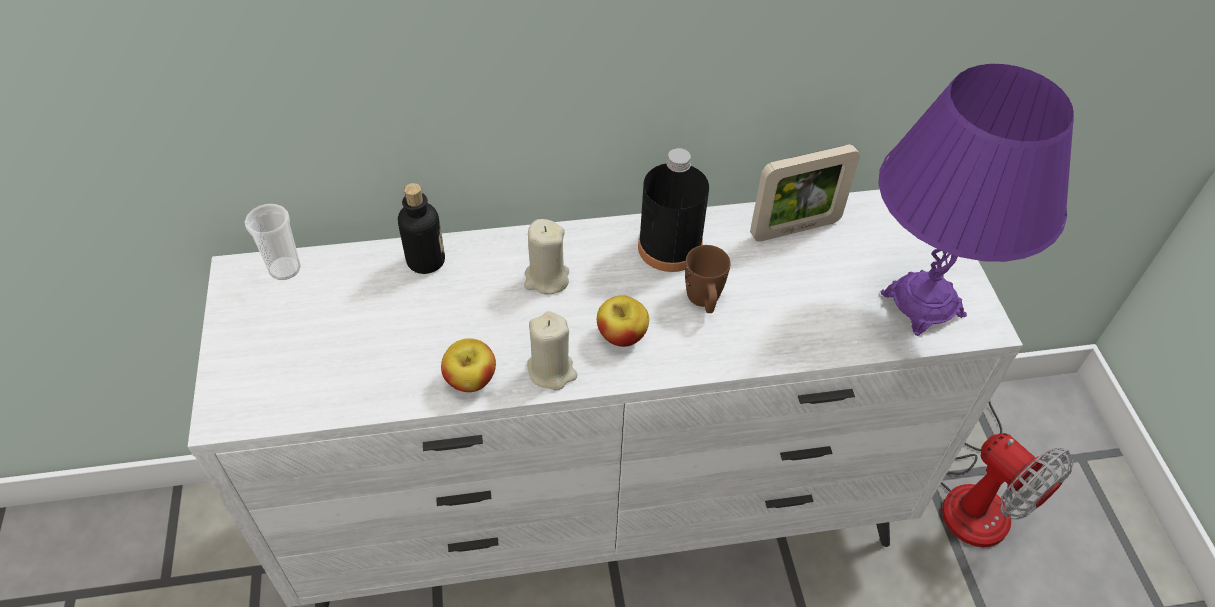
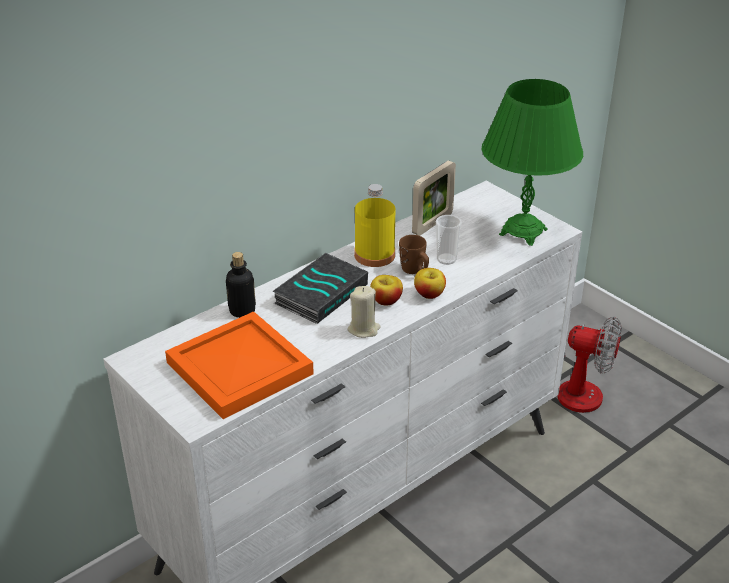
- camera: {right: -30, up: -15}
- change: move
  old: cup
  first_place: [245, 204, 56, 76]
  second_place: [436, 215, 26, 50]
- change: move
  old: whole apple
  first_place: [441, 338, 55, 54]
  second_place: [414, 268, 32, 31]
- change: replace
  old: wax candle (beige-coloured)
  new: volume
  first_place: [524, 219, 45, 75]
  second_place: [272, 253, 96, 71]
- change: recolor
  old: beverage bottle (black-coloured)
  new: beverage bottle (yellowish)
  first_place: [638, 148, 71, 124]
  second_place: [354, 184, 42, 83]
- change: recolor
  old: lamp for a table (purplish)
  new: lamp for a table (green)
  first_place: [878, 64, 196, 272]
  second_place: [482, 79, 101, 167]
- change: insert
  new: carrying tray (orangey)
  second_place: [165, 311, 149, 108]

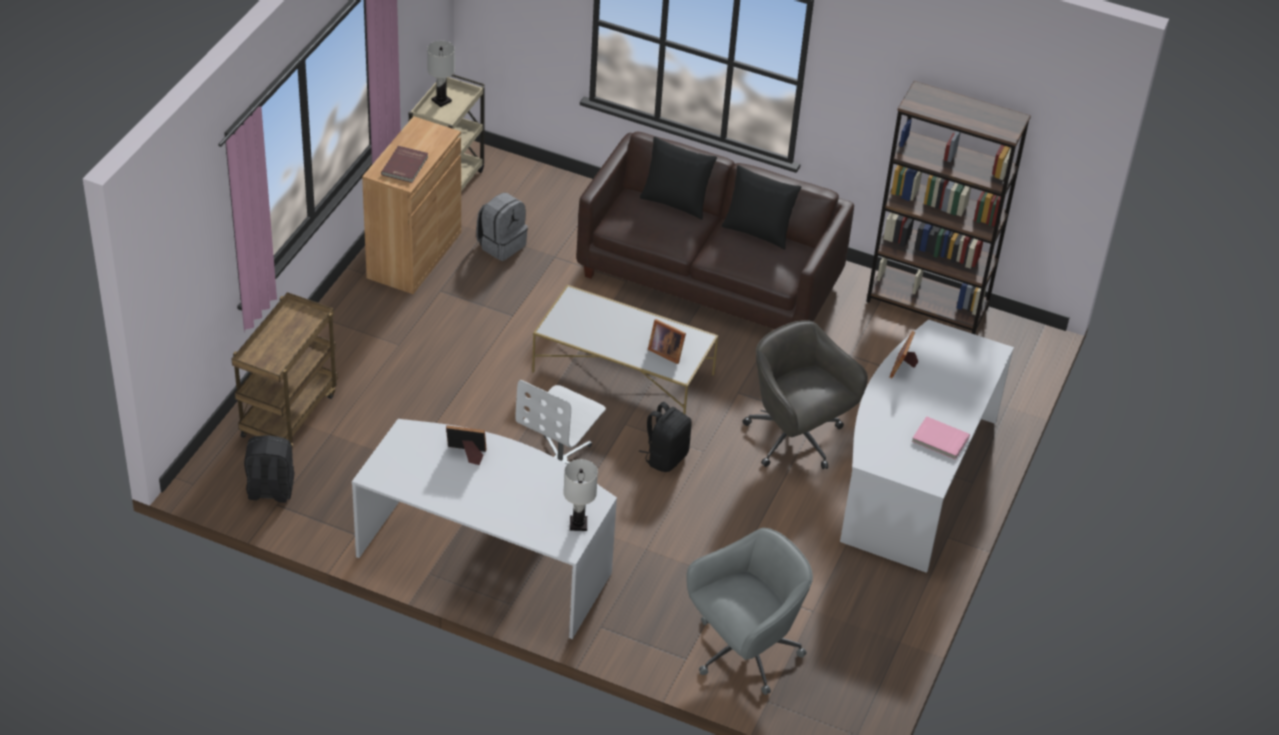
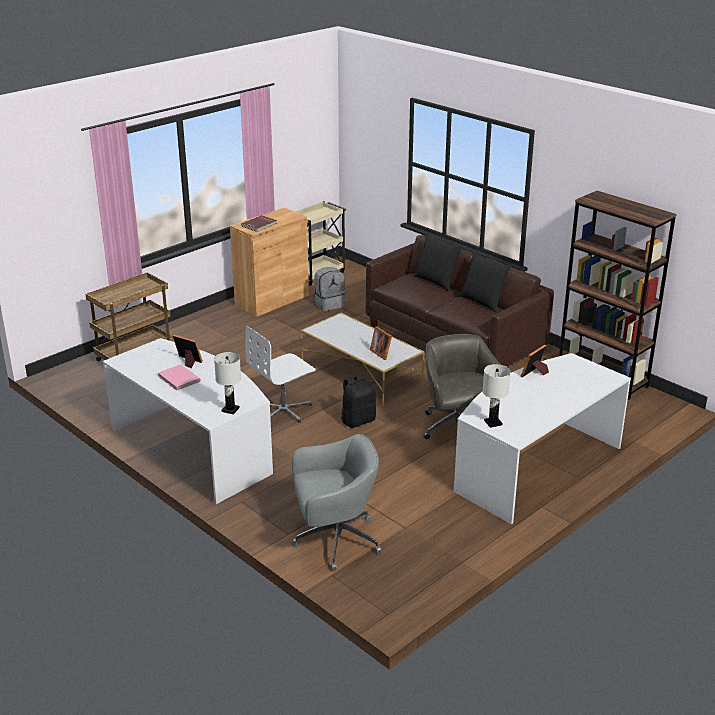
- camera: {right: 25, up: -15}
- change: delete
  old: knapsack (black-coloured)
  first_place: [244, 435, 51, 68]
- change: move
  old: lamp for a table (white-coloured)
  first_place: [427, 40, 28, 67]
  second_place: [483, 364, 27, 64]
- change: move
  old: volume (pink-coloured)
  first_place: [912, 416, 58, 44]
  second_place: [158, 364, 43, 27]

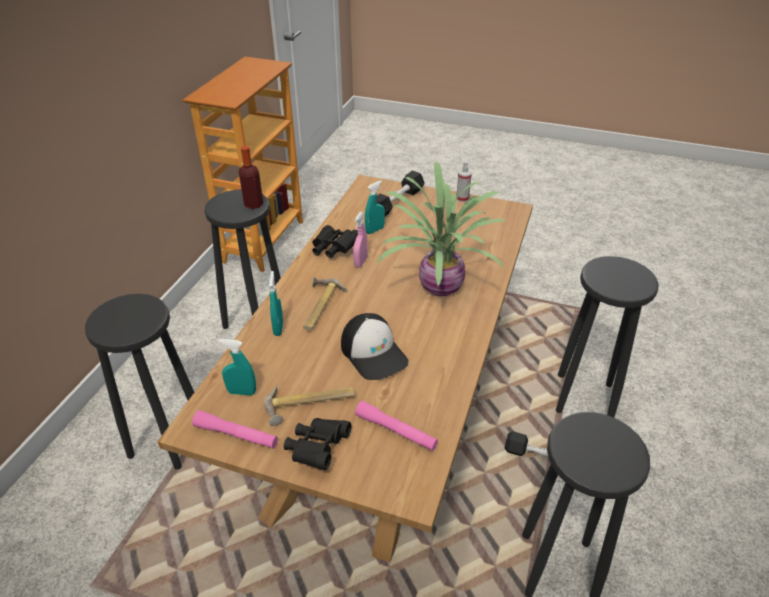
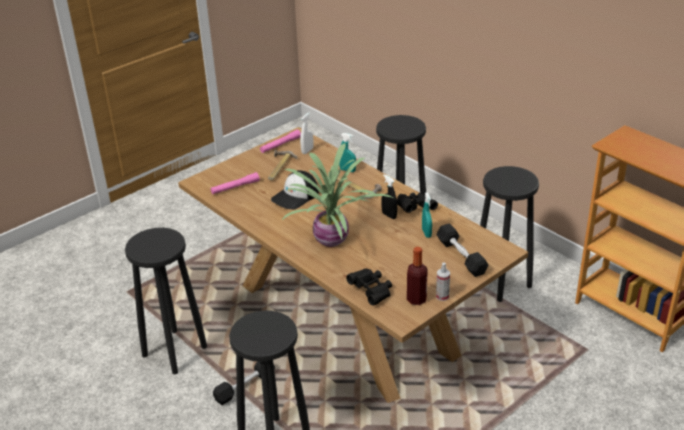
- camera: {right: 120, up: -5}
- change: recolor
  old: spray bottle (turquoise)
  new: spray bottle (white-coloured)
  first_place: [218, 339, 38, 56]
  second_place: [300, 112, 14, 42]
- change: move
  old: beverage bottle
  first_place: [239, 146, 24, 63]
  second_place: [407, 247, 21, 58]
- change: move
  old: binoculars (black-coloured)
  first_place: [284, 418, 67, 52]
  second_place: [346, 268, 46, 38]
- change: rotate
  old: peaked cap
  first_place: [341, 313, 68, 67]
  second_place: [271, 170, 47, 39]
  degrees: -45
- change: recolor
  old: spray bottle (pink-coloured)
  new: spray bottle (black-coloured)
  first_place: [353, 212, 15, 56]
  second_place: [381, 174, 16, 45]

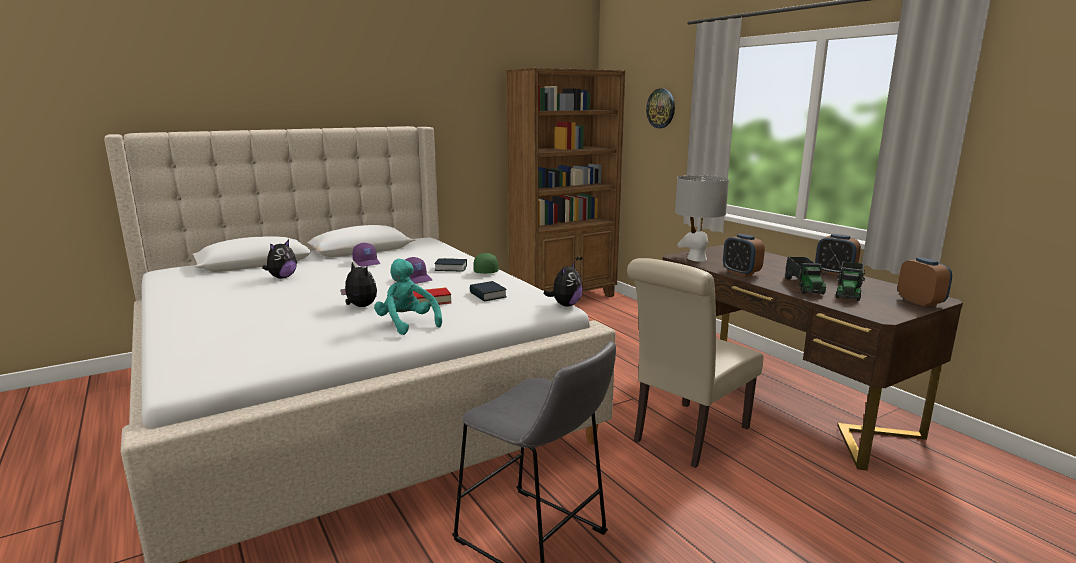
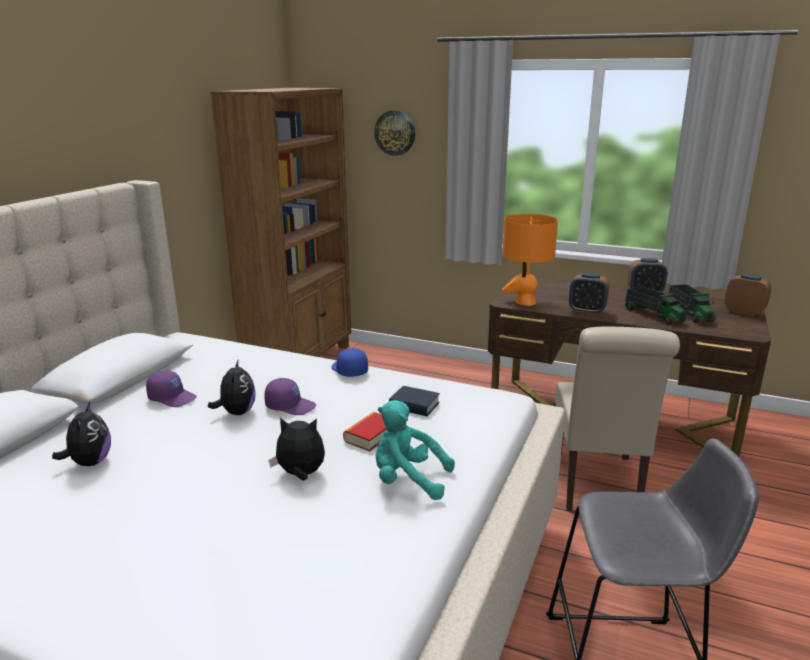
- camera: {right: -35, up: 5}
- change: delete
  old: volume
  first_place: [434, 258, 33, 14]
- change: recolor
  old: peaked cap (green)
  new: peaked cap (bluish)
  first_place: [473, 253, 26, 21]
  second_place: [332, 348, 36, 29]
- change: move
  old: soft toy
  first_place: [544, 262, 39, 44]
  second_place: [208, 359, 48, 56]
- change: recolor
  old: lamp for a table (gray)
  new: lamp for a table (orangey)
  first_place: [675, 175, 54, 86]
  second_place: [502, 214, 56, 92]

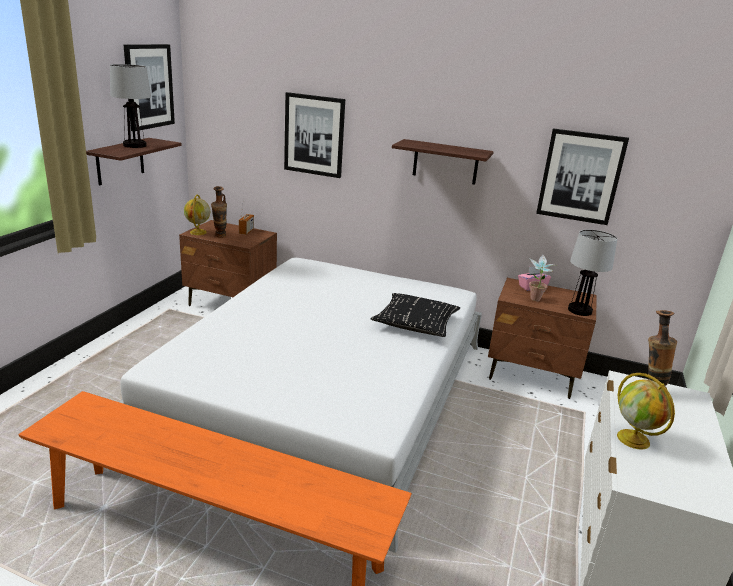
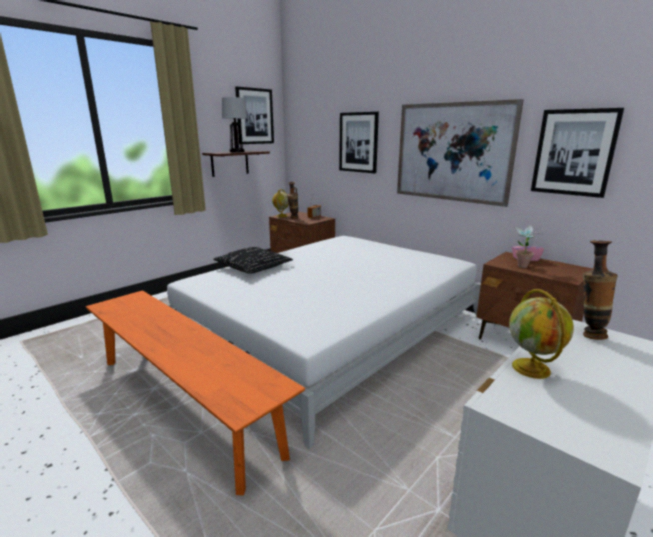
- camera: {right: 25, up: -5}
- change: move
  old: pillow (black-coloured)
  first_place: [371, 293, 89, 44]
  second_place: [213, 247, 80, 27]
- change: replace
  old: bracket shelf
  new: picture
  first_place: [392, 139, 102, 46]
  second_place: [397, 99, 127, 108]
- change: delete
  old: lamp for a table
  first_place: [568, 230, 49, 86]

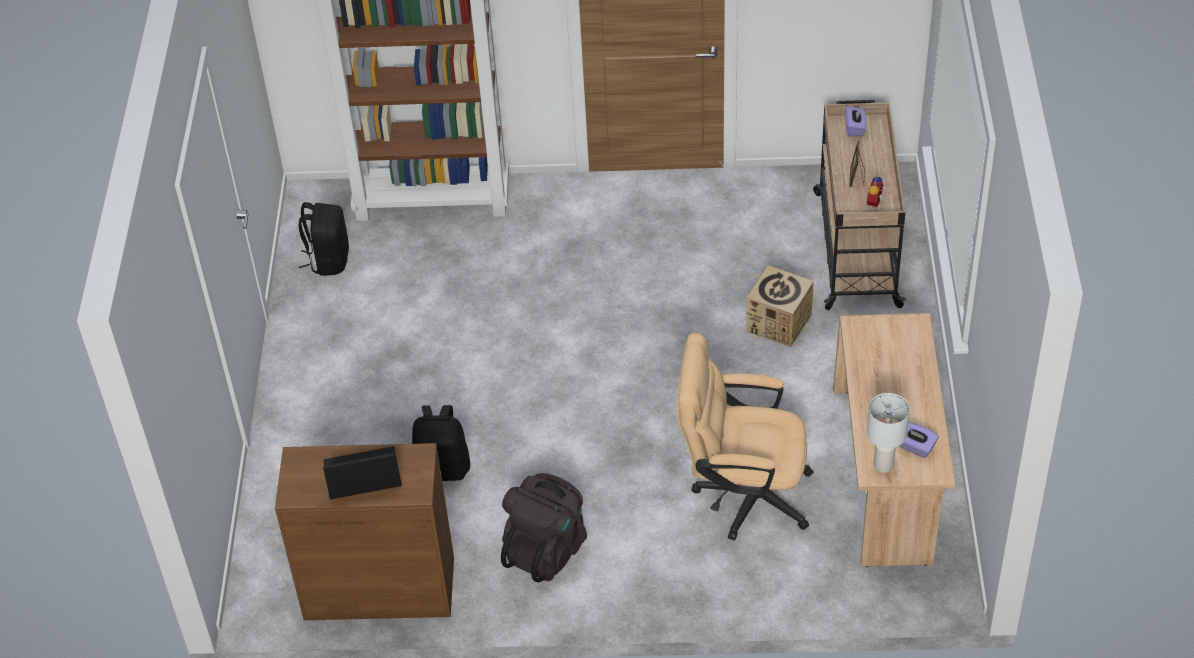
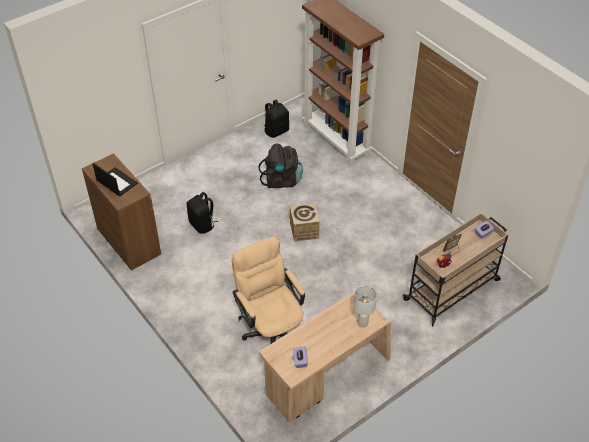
- camera: {right: 50, up: 0}
- change: move
  old: knapsack (black-coloured)
  first_place: [501, 473, 86, 110]
  second_place: [259, 144, 44, 44]
- change: move
  old: cardboard box
  first_place: [746, 265, 68, 82]
  second_place: [290, 203, 30, 38]
- change: move
  old: lamp for a table (white-coloured)
  first_place: [867, 393, 43, 80]
  second_place: [354, 286, 23, 41]

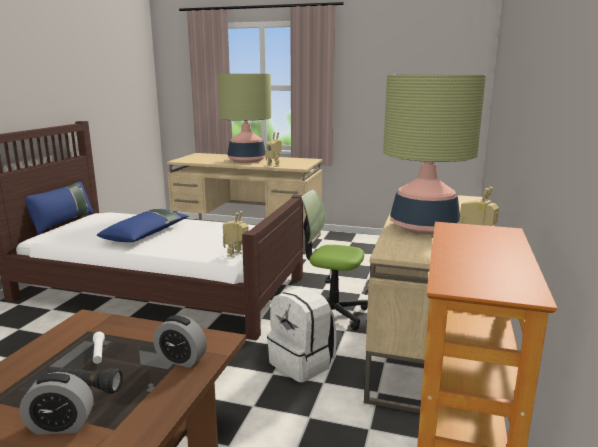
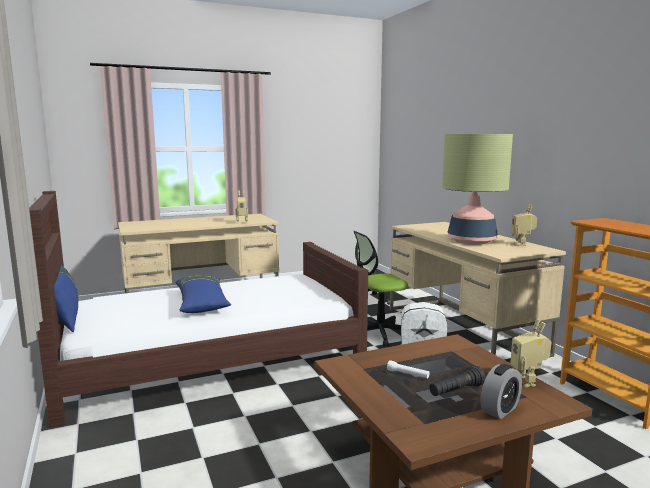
- camera: {right: -40, up: -5}
- change: delete
  old: bedside clock
  first_place: [153, 315, 54, 53]
- change: delete
  old: lamp for a table
  first_place: [218, 74, 53, 89]
- change: move
  old: toy robot
  first_place: [223, 211, 26, 47]
  second_place: [510, 319, 41, 68]

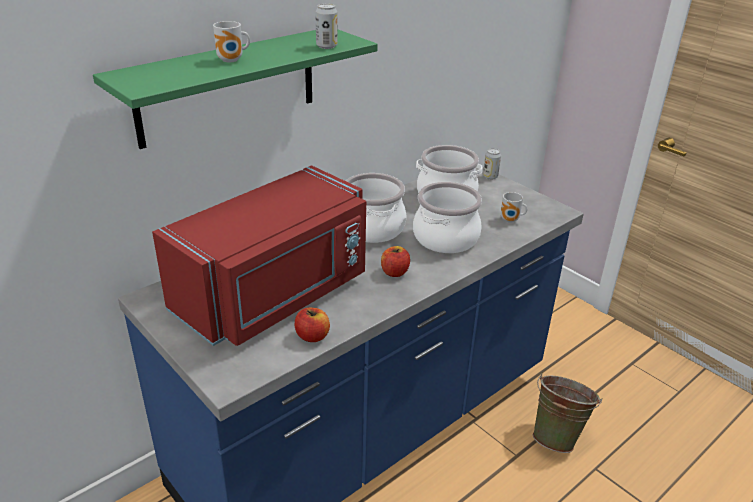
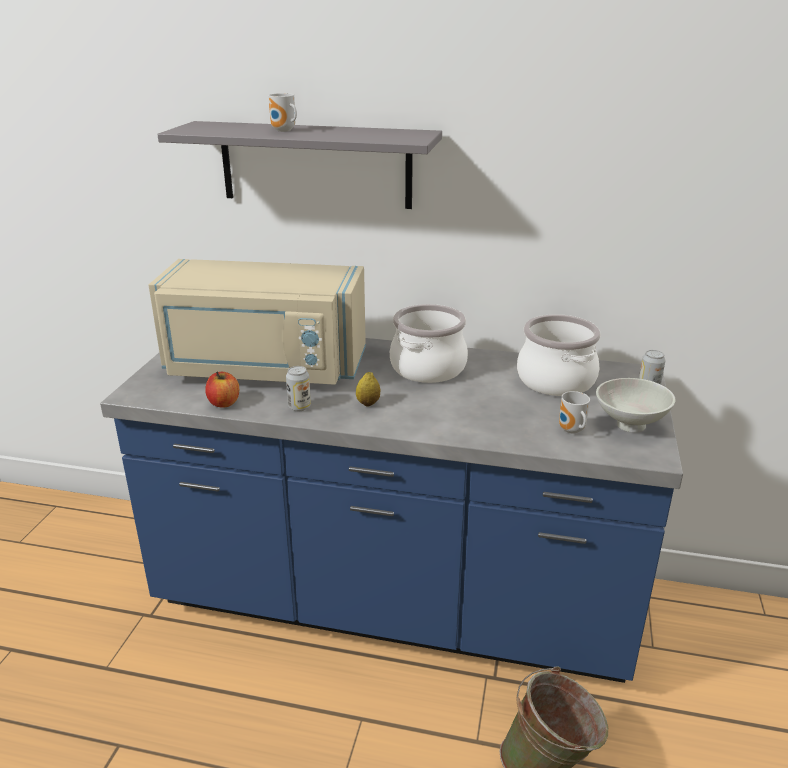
- camera: {right: 55, up: -5}
- change: recolor
  old: bracket shelf (green)
  new: bracket shelf (gray)
  first_place: [93, 30, 285, 119]
  second_place: [157, 121, 285, 88]
- change: recolor
  old: microwave oven (red)
  new: microwave oven (beige-coloured)
  first_place: [152, 166, 214, 180]
  second_place: [149, 259, 217, 126]
- change: move
  old: sealed can
  first_place: [315, 4, 23, 45]
  second_place: [286, 366, 25, 45]
- change: replace
  old: whole apple
  new: lemon
  first_place: [381, 246, 29, 31]
  second_place: [356, 372, 25, 35]
- change: delete
  old: stockpot
  first_place: [413, 182, 69, 71]
- change: insert
  new: serving bowl (white-coloured)
  second_place: [596, 378, 80, 54]

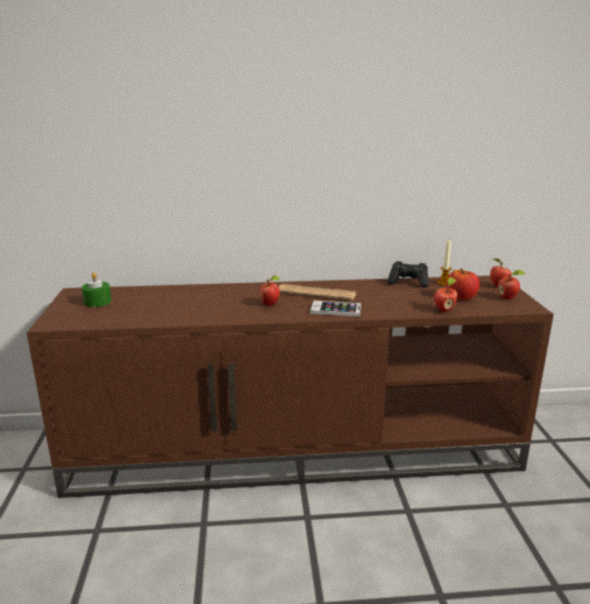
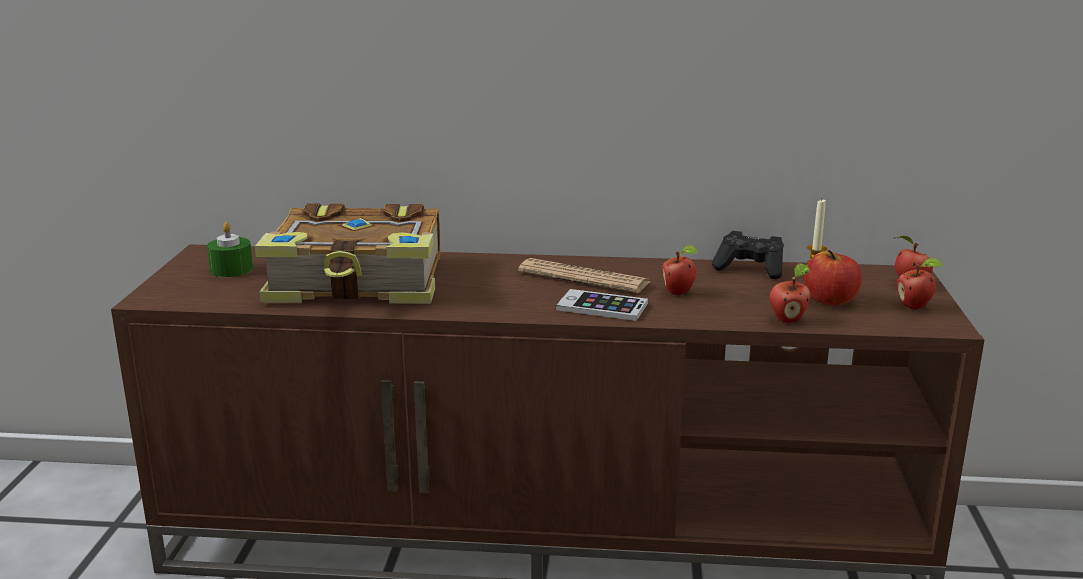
- camera: {right: 10, up: 0}
- change: move
  old: whole apple
  first_place: [259, 275, 21, 31]
  second_place: [662, 245, 36, 50]
- change: insert
  new: volume
  second_place: [255, 204, 185, 100]

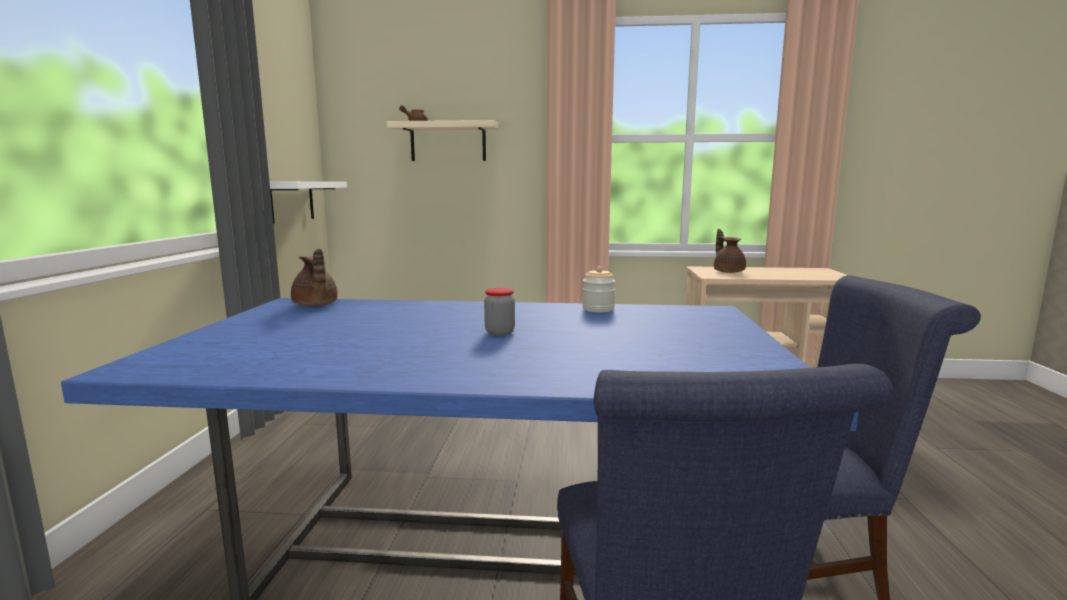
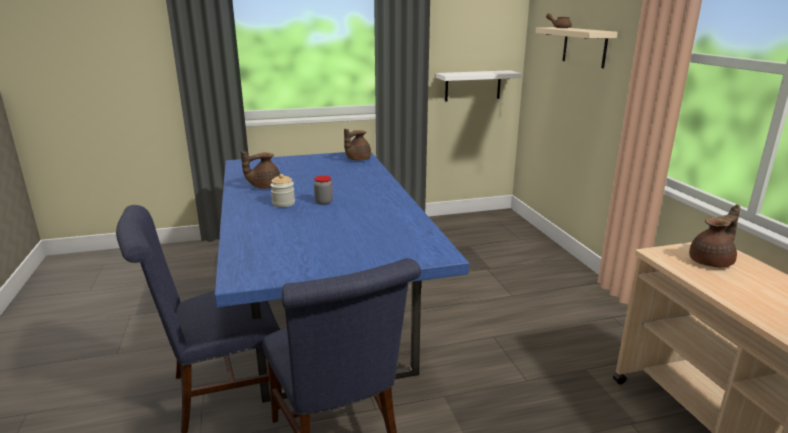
- camera: {right: 70, up: 10}
- change: move
  old: jar
  first_place: [582, 266, 33, 46]
  second_place: [270, 174, 25, 33]
- change: insert
  new: pot for tea (brown-coloured)
  second_place: [241, 151, 39, 38]

